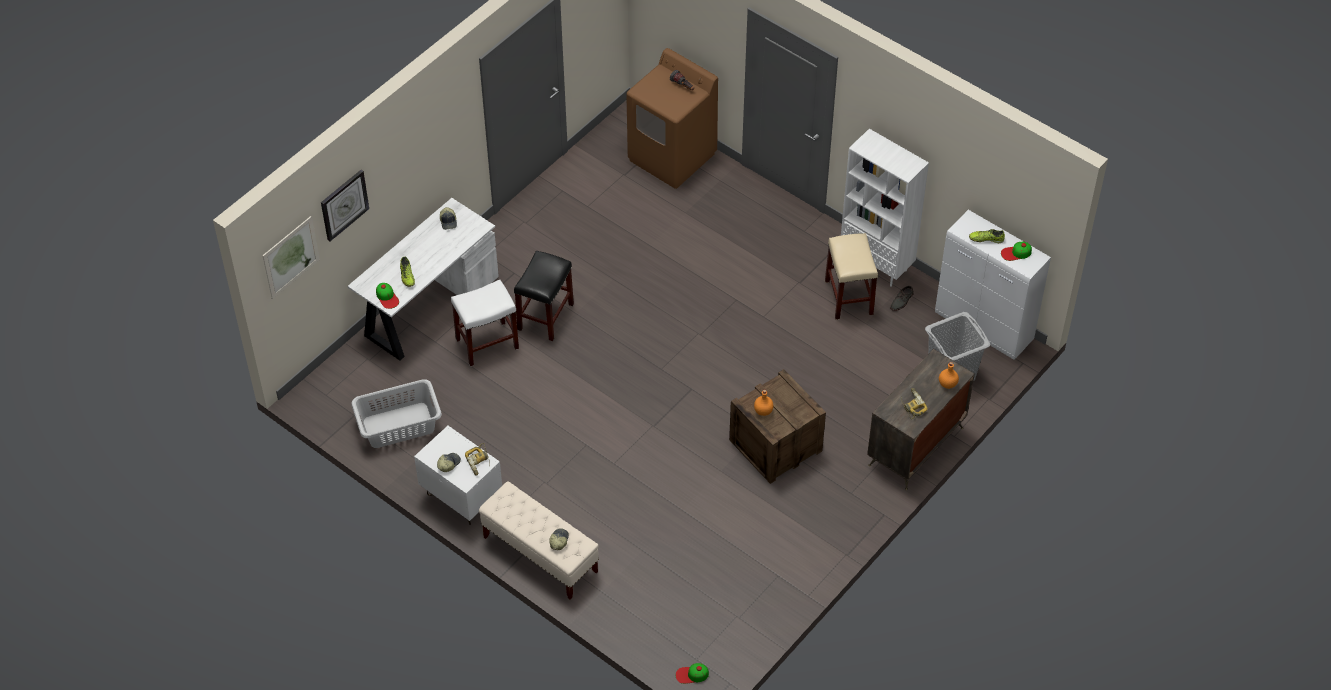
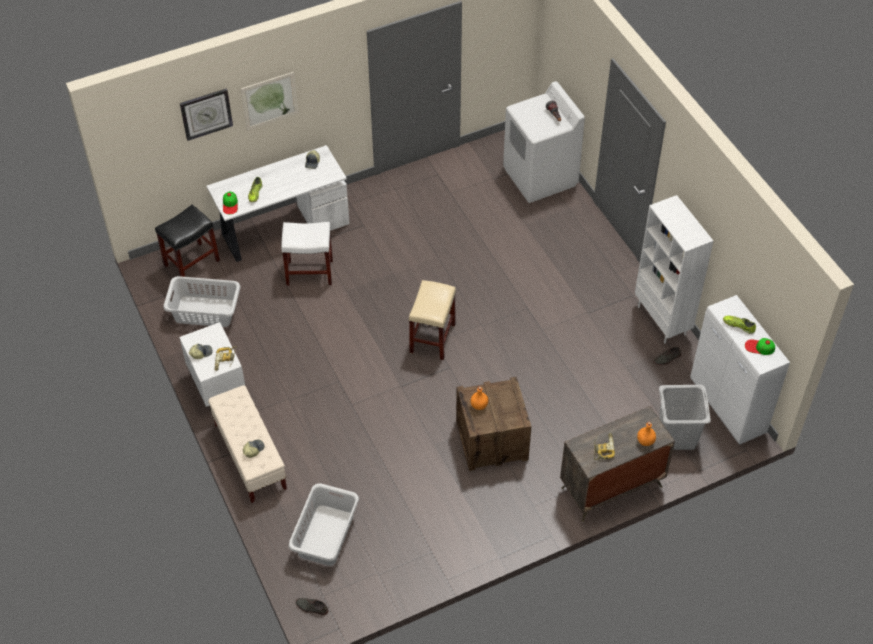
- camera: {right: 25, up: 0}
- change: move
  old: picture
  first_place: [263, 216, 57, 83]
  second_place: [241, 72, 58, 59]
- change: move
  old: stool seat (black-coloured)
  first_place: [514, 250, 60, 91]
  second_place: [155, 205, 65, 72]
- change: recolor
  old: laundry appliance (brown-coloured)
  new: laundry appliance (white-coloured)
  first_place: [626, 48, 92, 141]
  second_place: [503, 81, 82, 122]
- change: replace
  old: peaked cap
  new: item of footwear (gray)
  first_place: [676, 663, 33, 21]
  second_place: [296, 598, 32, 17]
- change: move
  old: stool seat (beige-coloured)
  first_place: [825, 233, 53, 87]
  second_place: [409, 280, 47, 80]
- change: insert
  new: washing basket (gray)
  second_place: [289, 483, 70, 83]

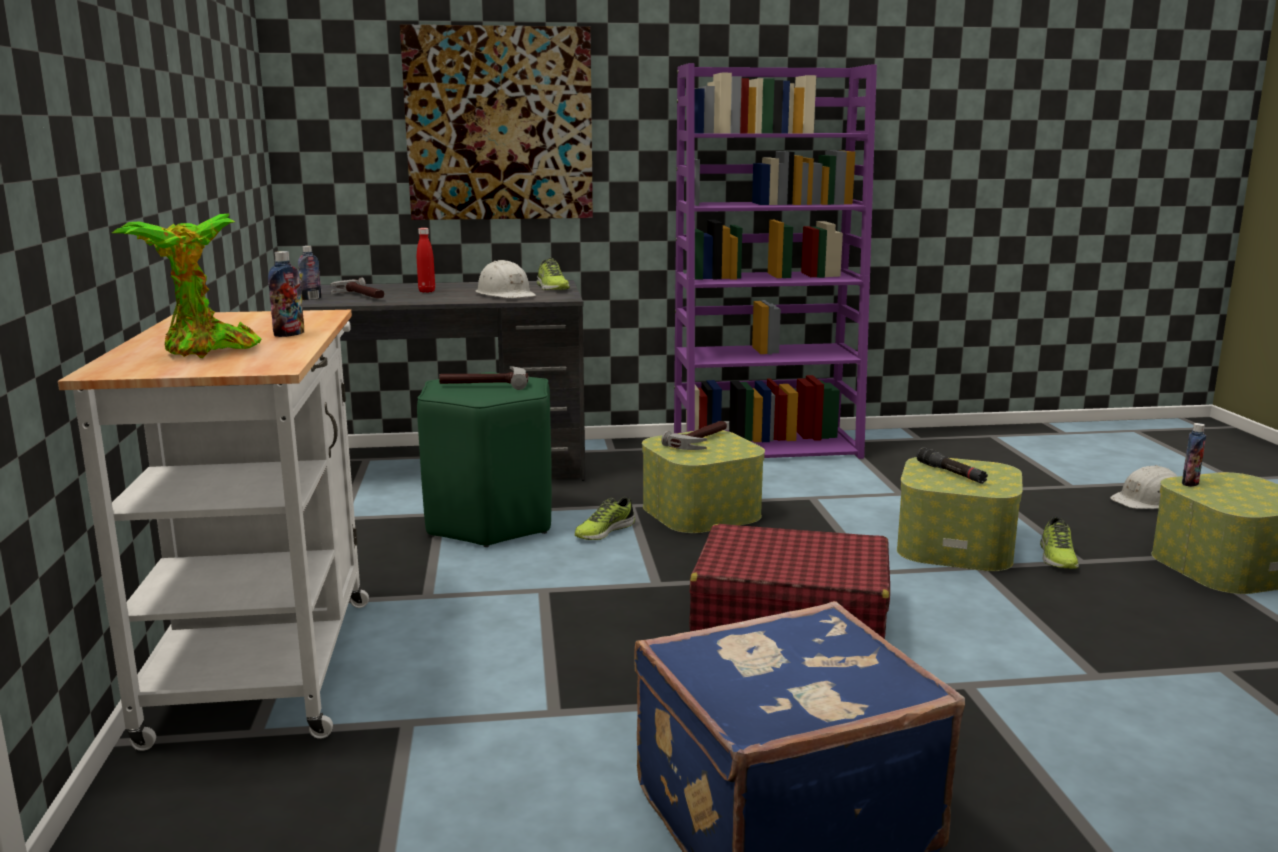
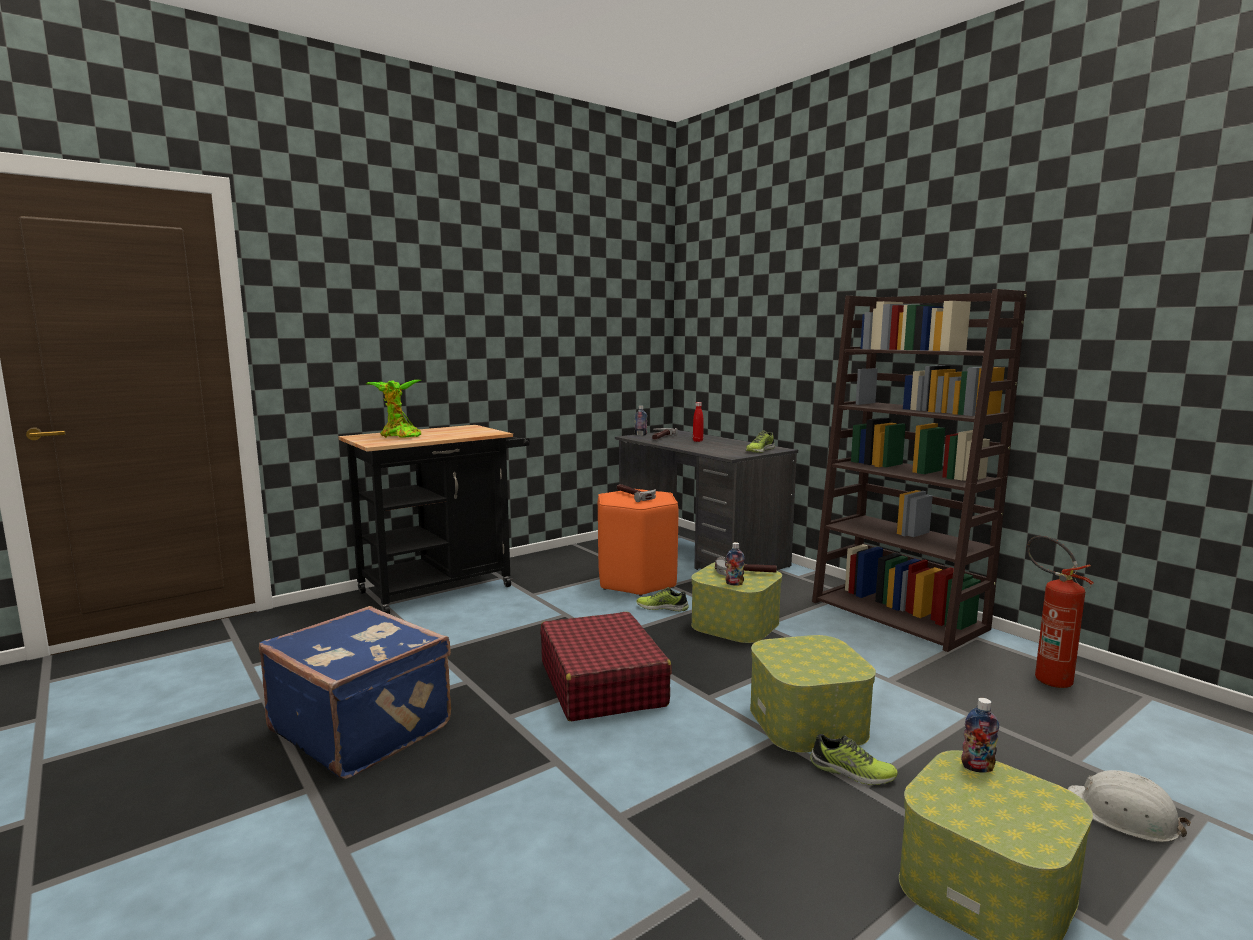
- camera: {right: 60, up: -5}
- change: recolor
  old: trolley (white-coloured)
  new: trolley (black-coloured)
  first_place: [58, 310, 311, 441]
  second_place: [338, 425, 192, 189]
- change: move
  old: beverage bottle
  first_place: [268, 251, 36, 86]
  second_place: [725, 542, 20, 44]
- change: delete
  old: picture
  first_place: [400, 24, 193, 196]
- change: recolor
  old: stool seat (green)
  new: stool seat (orangey)
  first_place: [417, 372, 135, 175]
  second_place: [598, 489, 80, 107]
- change: delete
  old: safety helmet (white-coloured)
  first_place: [475, 260, 61, 38]
- change: recolor
  old: bookcase (purplish)
  new: bookcase (brown-coloured)
  first_place: [674, 63, 203, 396]
  second_place: [812, 289, 215, 363]
- change: delete
  old: torch (black-coloured)
  first_place: [916, 447, 72, 37]
- change: rotate
  old: item of footwear
  first_place: [1040, 517, 39, 52]
  second_place: [810, 734, 88, 51]
  degrees: -135
- change: insert
  new: fire extinguisher
  second_place: [1027, 536, 67, 152]

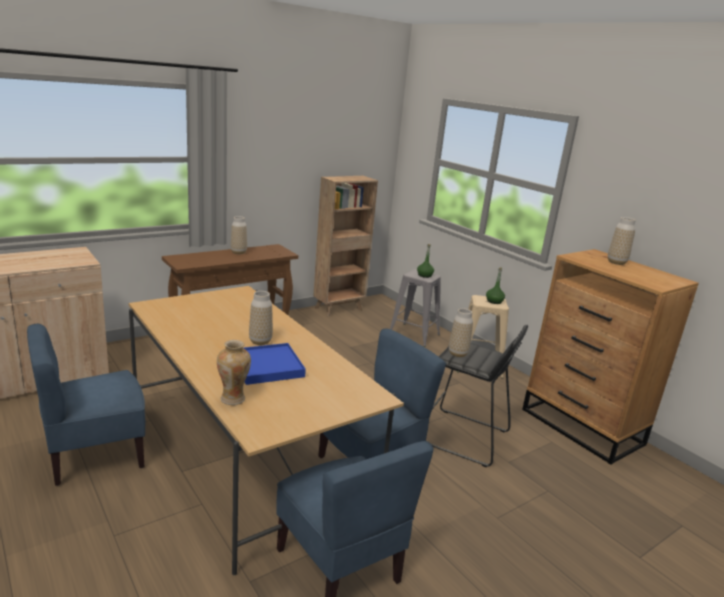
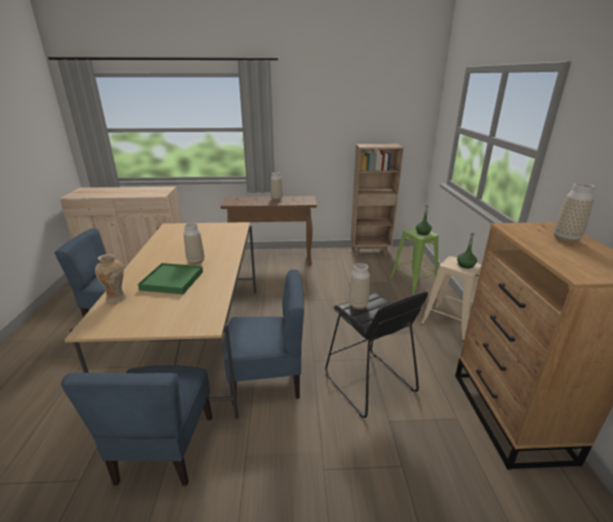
- camera: {right: 35, up: 5}
- change: recolor
  old: carrying tray (bluish)
  new: carrying tray (green)
  first_place: [243, 343, 63, 42]
  second_place: [138, 263, 65, 31]
- change: recolor
  old: stool seat (gray)
  new: stool seat (green)
  first_place: [390, 269, 51, 78]
  second_place: [389, 227, 50, 69]

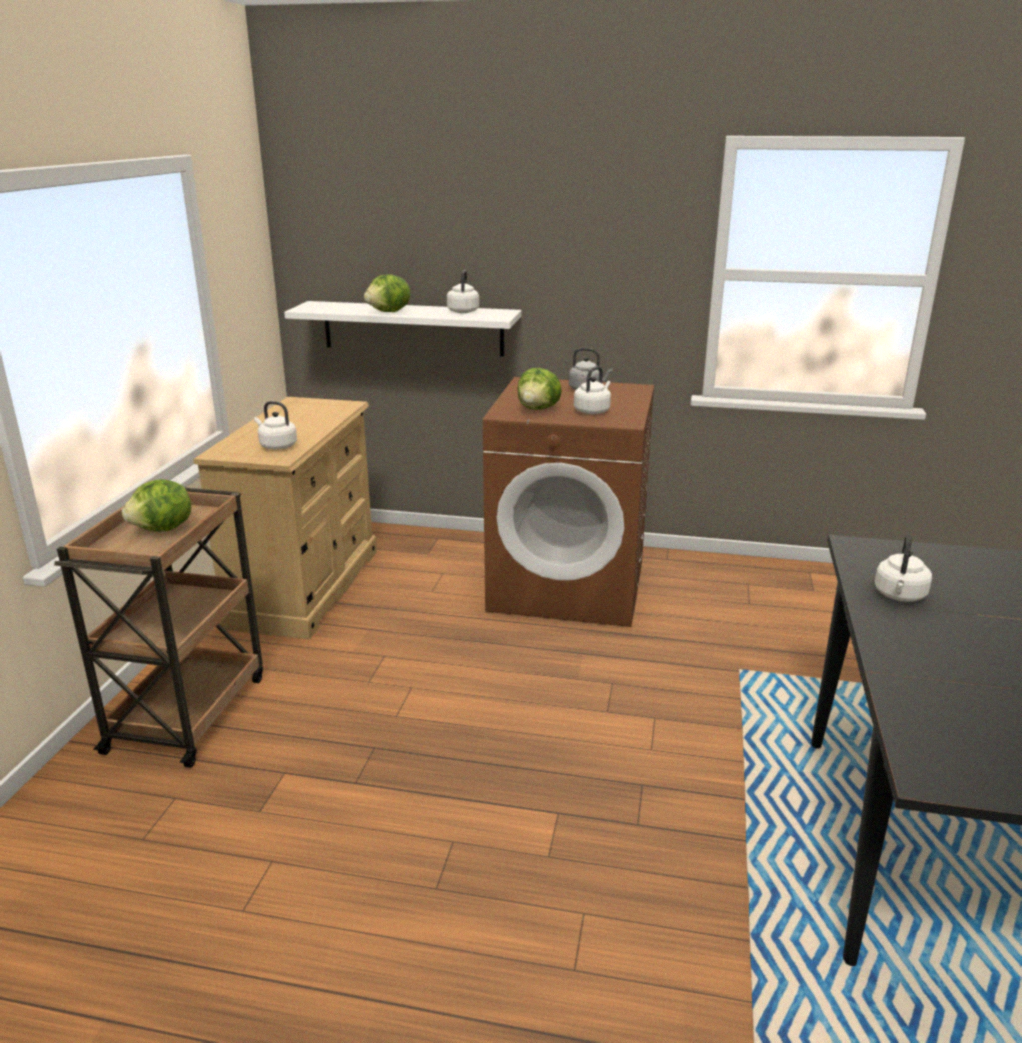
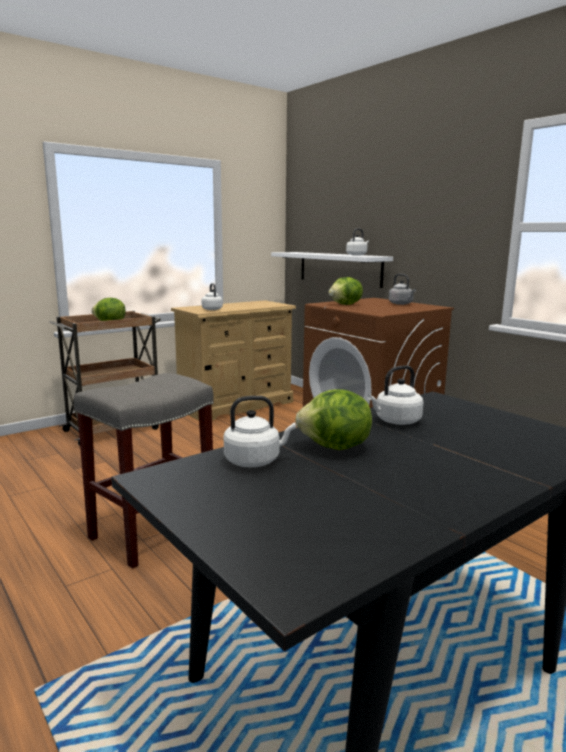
- camera: {right: 40, up: -10}
- change: move
  old: lettuce head
  first_place: [364, 274, 46, 38]
  second_place: [295, 389, 77, 61]
- change: move
  old: water kettle (white-coloured)
  first_place: [574, 366, 37, 48]
  second_place: [224, 396, 72, 71]
- change: insert
  new: stool seat (gray)
  second_place: [74, 373, 140, 196]

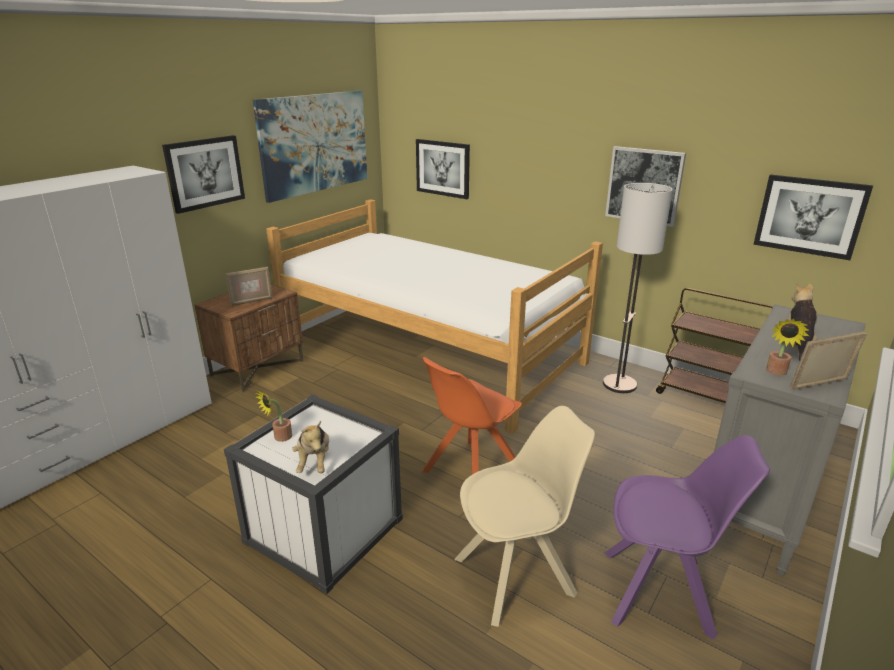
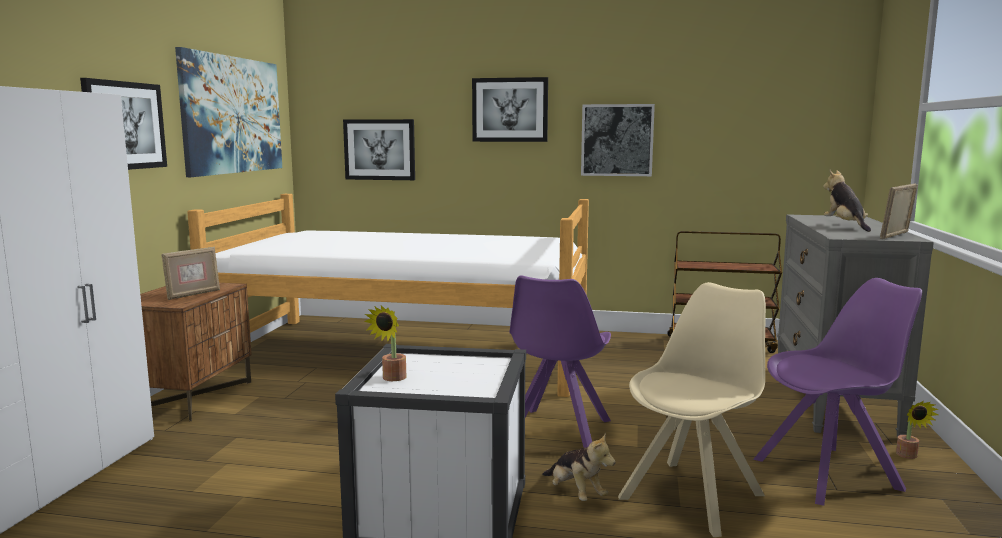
- camera: {right: -25, up: -15}
- change: move
  old: soft toy
  first_place: [292, 421, 37, 52]
  second_place: [542, 432, 74, 69]
- change: recolor
  old: plain chair (orangey)
  new: plain chair (purplish)
  first_place: [422, 357, 100, 118]
  second_place: [509, 275, 102, 173]
- change: delete
  old: floor lamp
  first_place: [603, 183, 70, 210]
- change: move
  old: picture
  first_place: [753, 174, 120, 86]
  second_place: [472, 77, 76, 65]
- change: move
  old: houseplant
  first_place: [766, 319, 43, 56]
  second_place: [896, 401, 43, 58]

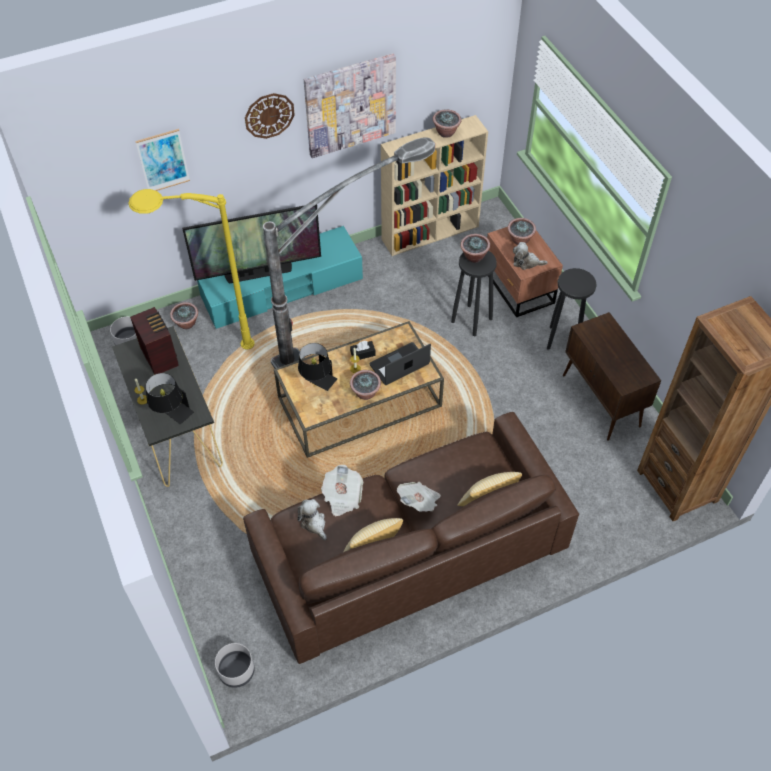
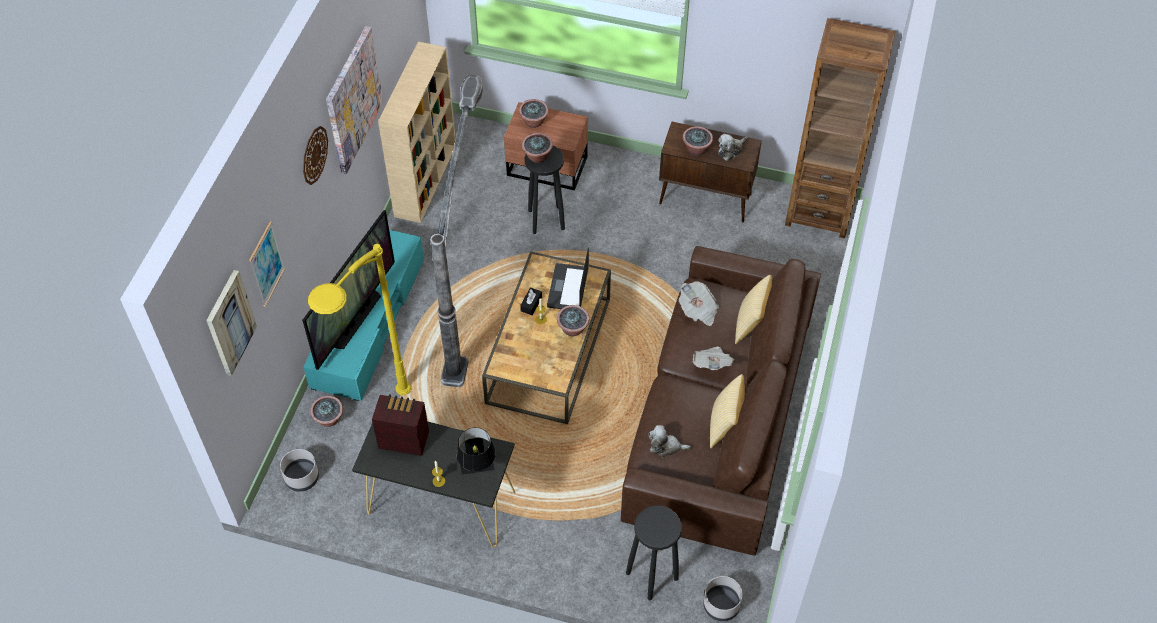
- camera: {right: -50, up: 0}
- change: delete
  old: lamp for a table (black-coloured)
  first_place: [298, 343, 39, 48]
- change: move
  old: printed paper
  first_place: [321, 465, 42, 51]
  second_place: [679, 281, 40, 45]
- change: move
  old: houseplant
  first_place: [433, 109, 28, 29]
  second_place: [682, 126, 31, 30]
- change: move
  old: soft toy
  first_place: [513, 242, 35, 28]
  second_place: [718, 134, 30, 27]
- change: move
  old: stool seat (black-coloured)
  first_place: [547, 268, 49, 82]
  second_place: [626, 505, 56, 95]
- change: insert
  new: picture
  second_place: [206, 270, 51, 106]

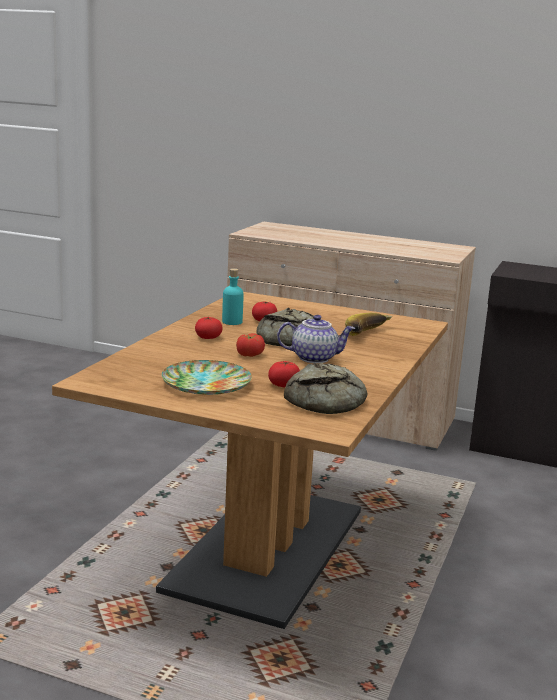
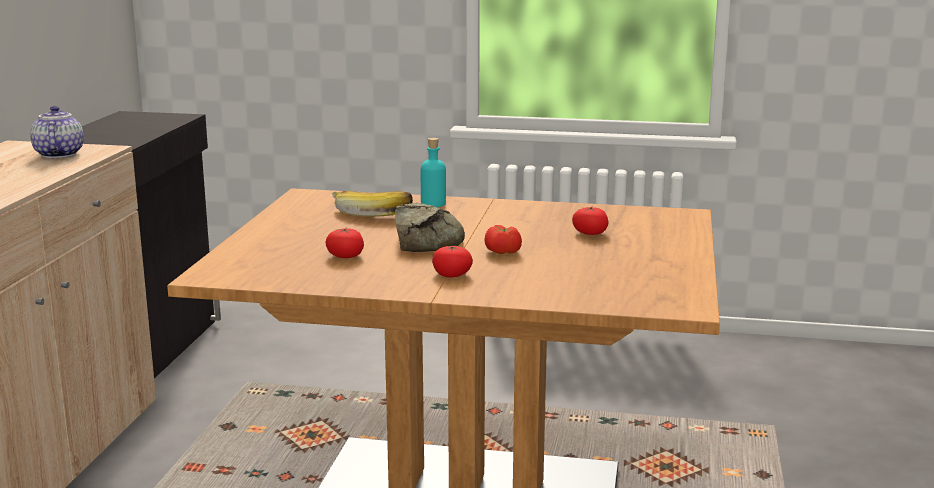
- camera: {right: -100, up: 0}
- change: delete
  old: dinner plate
  first_place: [161, 360, 91, 35]
- change: move
  old: beverage bottle (turquoise)
  first_place: [222, 268, 22, 57]
  second_place: [421, 138, 25, 69]
- change: move
  old: pot for tea
  first_place: [277, 315, 78, 48]
  second_place: [30, 106, 54, 52]
- change: delete
  old: bakery bread
  first_place: [284, 363, 83, 51]

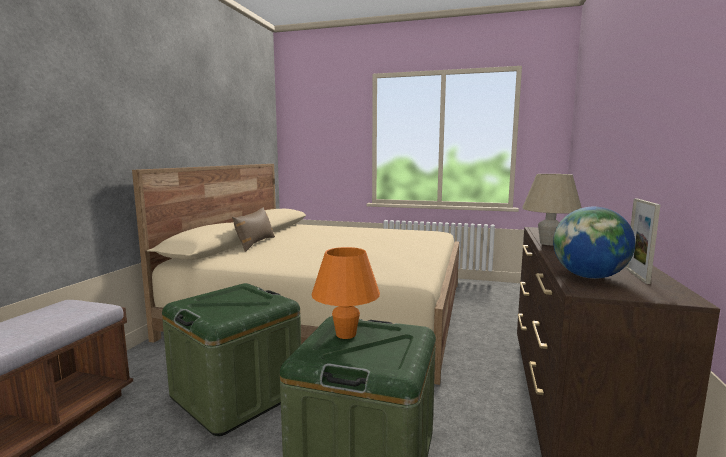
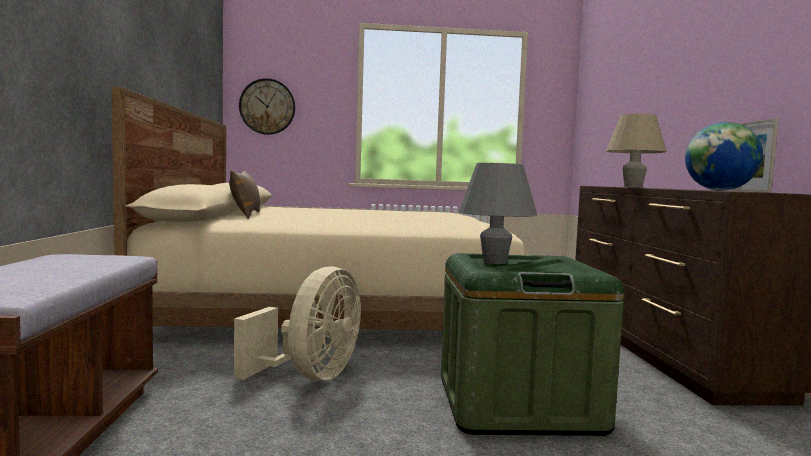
- camera: {right: -20, up: -5}
- change: replace
  old: storage box (green)
  new: electric fan (beige-coloured)
  first_place: [162, 283, 139, 153]
  second_place: [234, 266, 127, 115]
- change: recolor
  old: lamp for a table (orangey)
  new: lamp for a table (gray)
  first_place: [311, 247, 69, 92]
  second_place: [459, 163, 78, 101]
- change: insert
  new: wall clock
  second_place: [239, 78, 56, 57]

